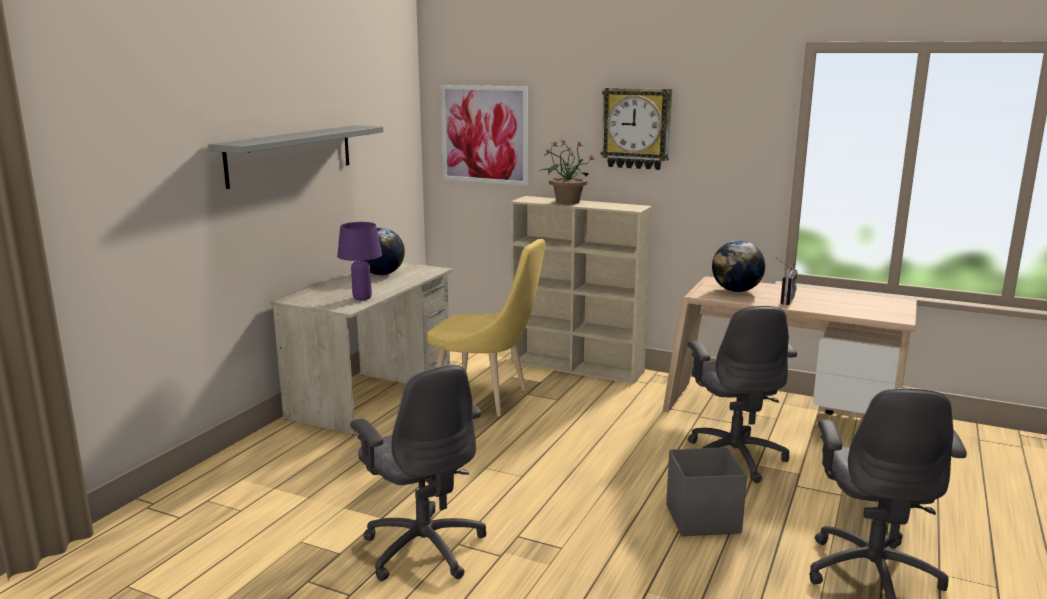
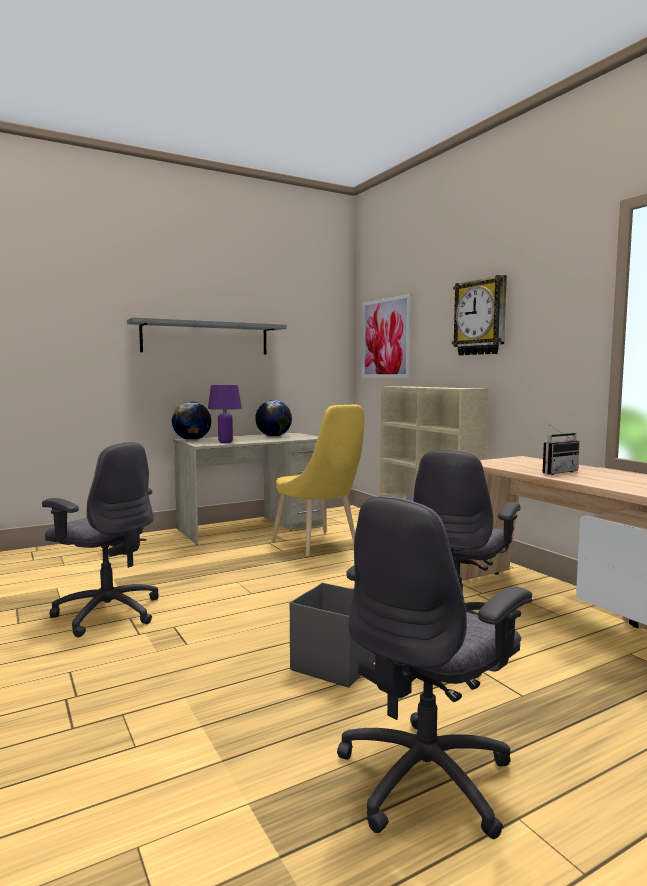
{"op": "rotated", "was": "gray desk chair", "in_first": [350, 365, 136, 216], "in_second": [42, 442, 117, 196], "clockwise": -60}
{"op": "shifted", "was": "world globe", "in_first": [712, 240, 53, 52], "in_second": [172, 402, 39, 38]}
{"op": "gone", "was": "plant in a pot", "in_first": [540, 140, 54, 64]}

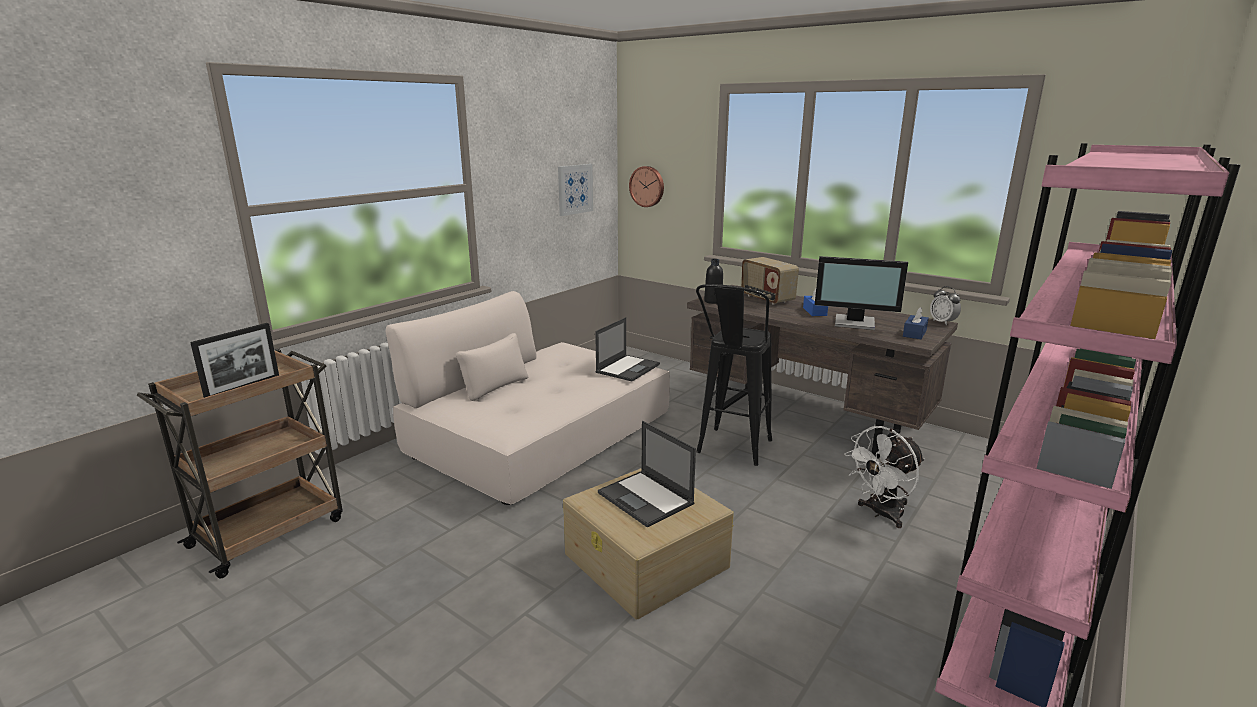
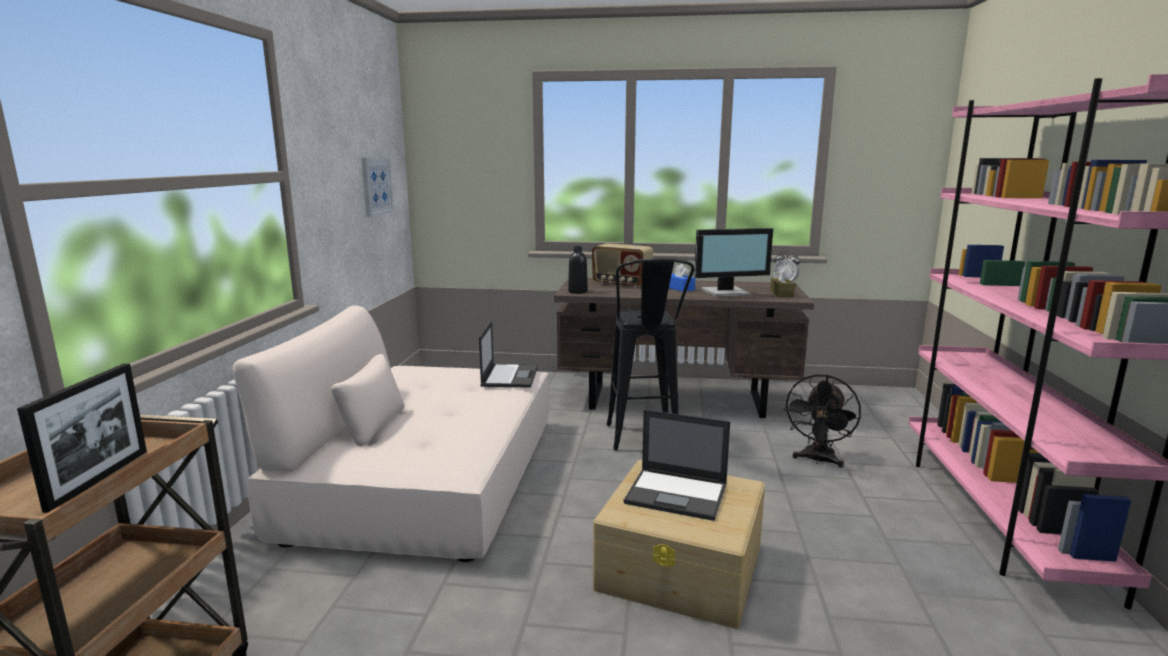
{"op": "repainted", "was": "bluish box of tissues", "now": "brown-coloured box of tissues", "in_first": [903, 307, 26, 32], "in_second": [770, 269, 25, 28]}
{"op": "repainted", "was": "whitish electric fan", "now": "black-coloured electric fan", "in_first": [844, 426, 81, 102], "in_second": [784, 374, 77, 94]}
{"op": "gone", "was": "hanging clock", "in_first": [629, 166, 35, 41]}

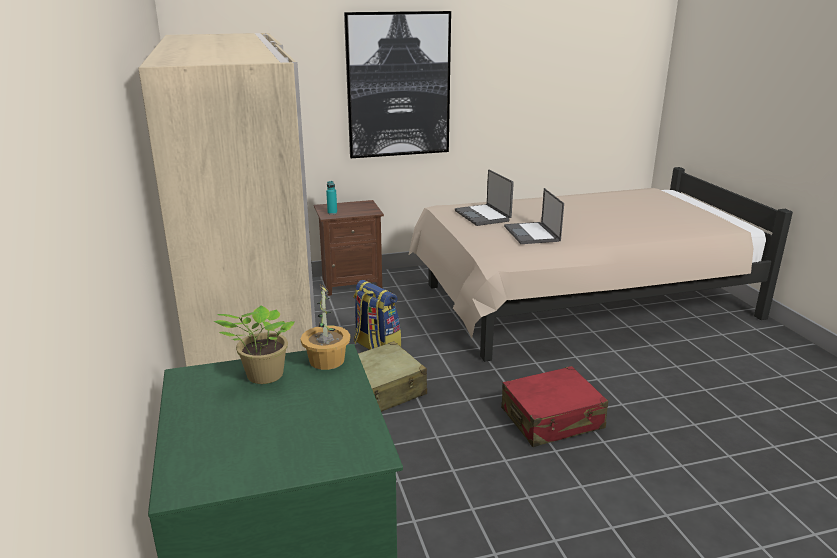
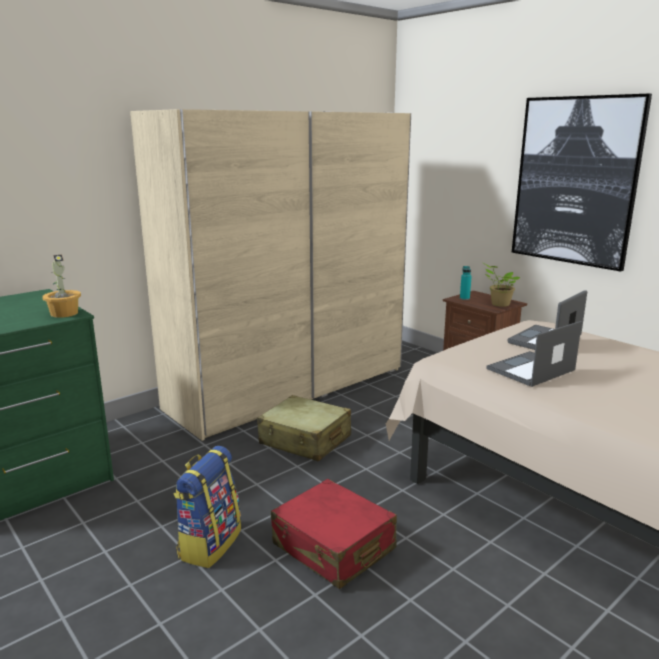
{"op": "shifted", "was": "rucksack", "in_first": [354, 280, 47, 70], "in_second": [173, 446, 68, 122]}
{"op": "shifted", "was": "plant in a pot", "in_first": [213, 305, 82, 79], "in_second": [483, 263, 37, 44]}

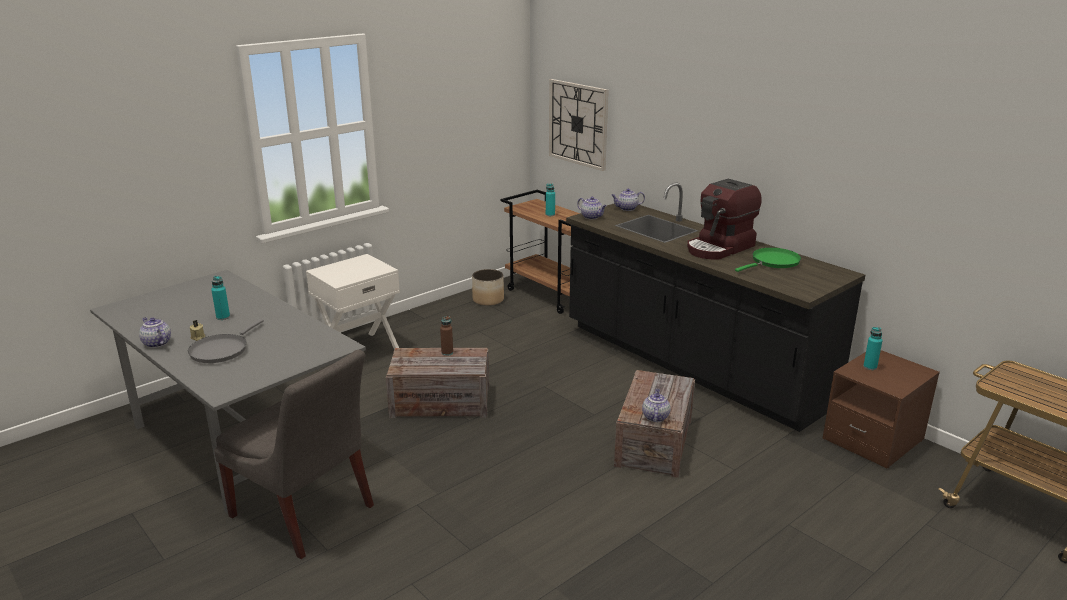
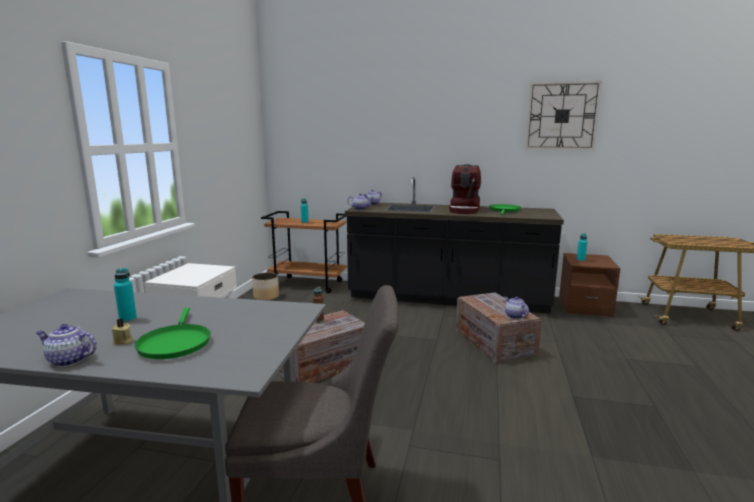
{"op": "repainted", "was": "gray skillet", "now": "green-coloured skillet", "in_first": [188, 319, 76, 44], "in_second": [134, 308, 77, 51]}
{"op": "shifted", "was": "hanging clock", "in_first": [549, 79, 59, 92], "in_second": [525, 81, 77, 69]}

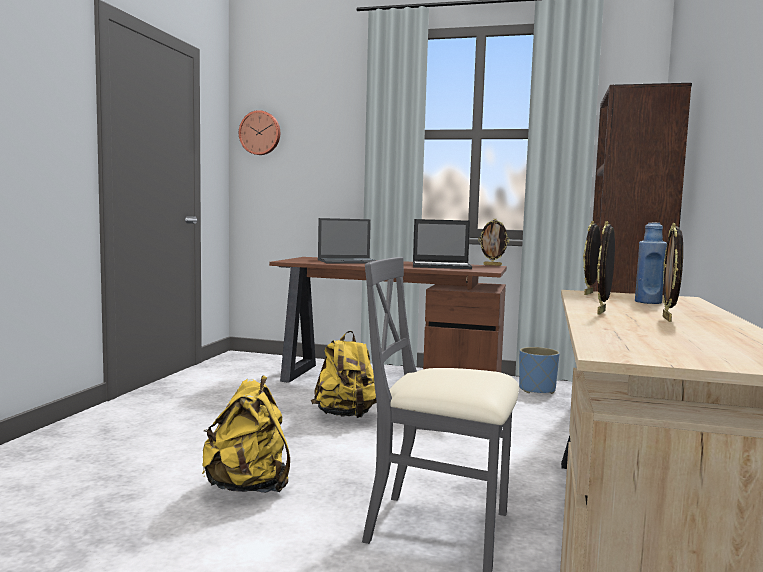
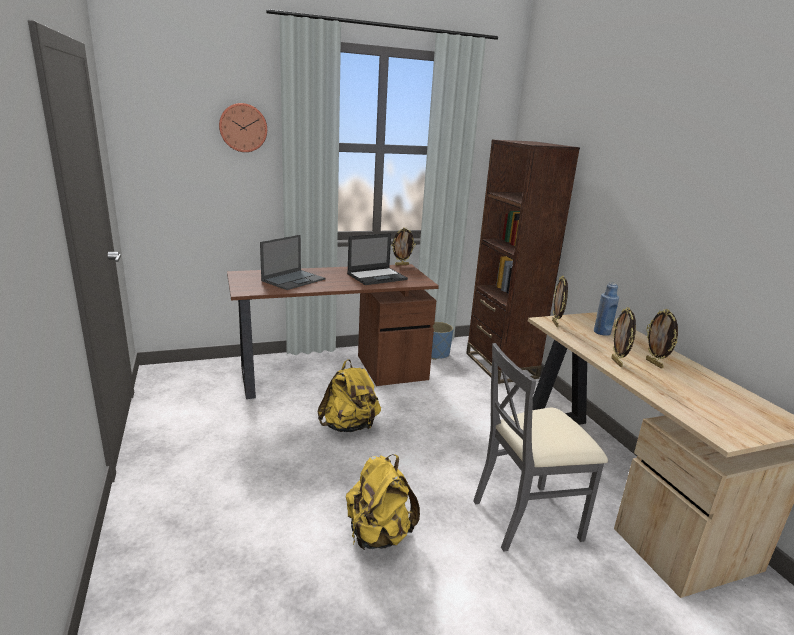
{"op": "shifted", "was": "hanging clock", "in_first": [239, 110, 41, 45], "in_second": [219, 103, 48, 49]}

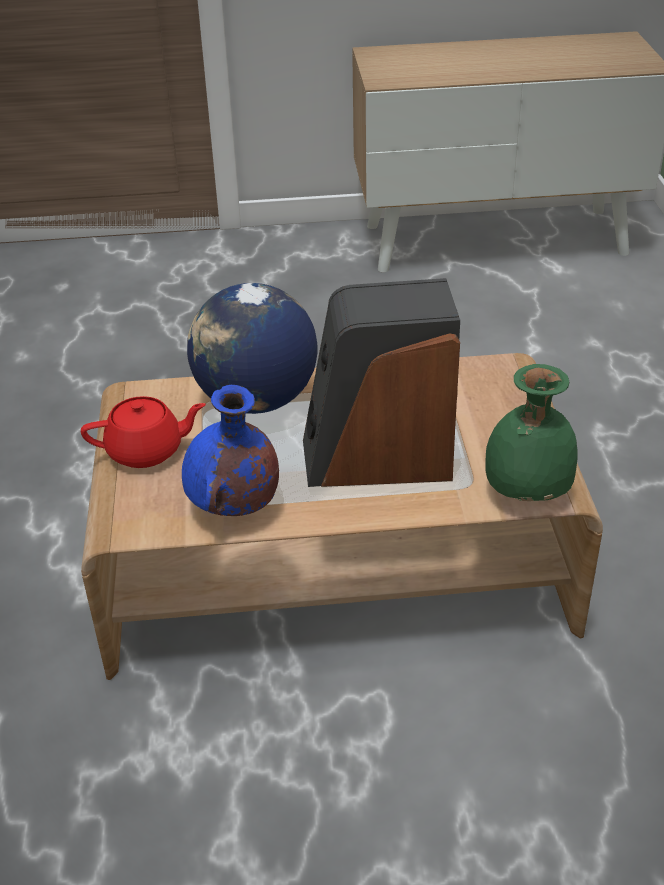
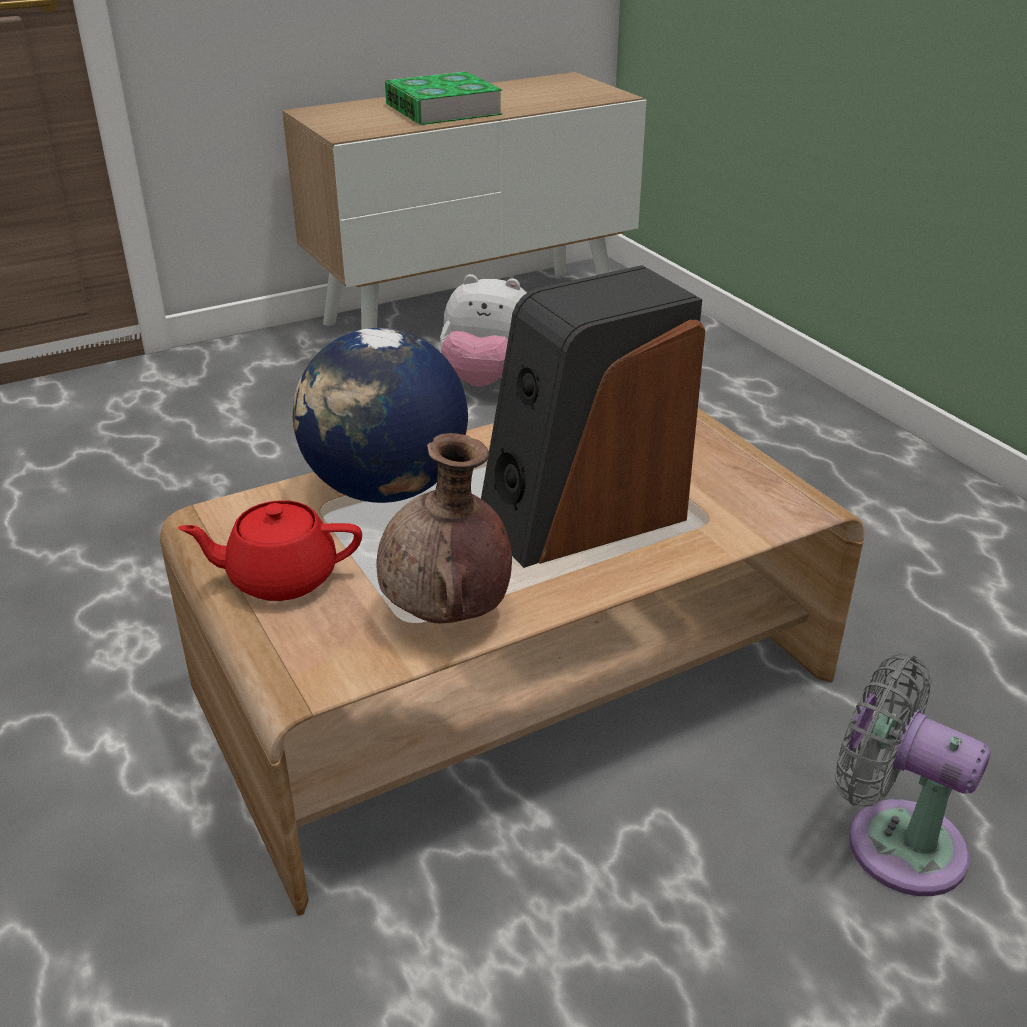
{"op": "rotated", "was": "red pot for tea", "in_first": [81, 396, 125, 72], "in_second": [178, 500, 184, 101], "clockwise": -150}
{"op": "repainted", "was": "bluish flower vase", "now": "brown-coloured flower vase", "in_first": [182, 385, 97, 131], "in_second": [376, 433, 136, 191]}
{"op": "new", "now": "book", "in_second": [385, 71, 117, 54]}
{"op": "new", "now": "soft toy", "in_second": [440, 274, 87, 112]}
{"op": "new", "now": "gray electric fan", "in_second": [835, 653, 156, 243]}
{"op": "gone", "was": "green-coloured flower vase", "in_first": [486, 364, 92, 137]}

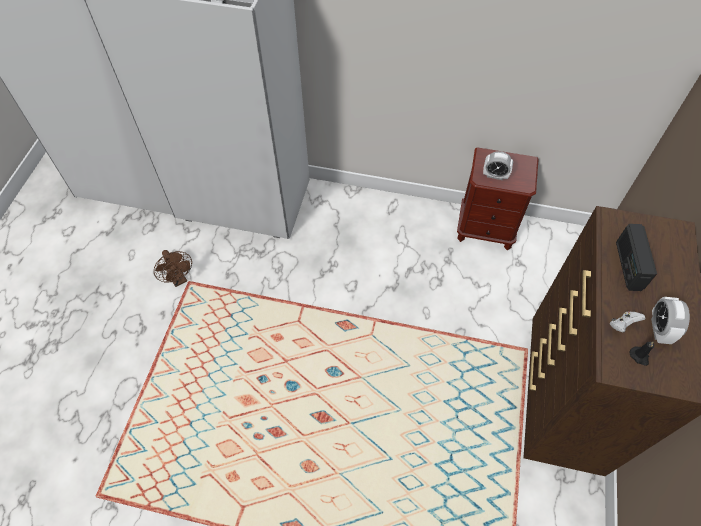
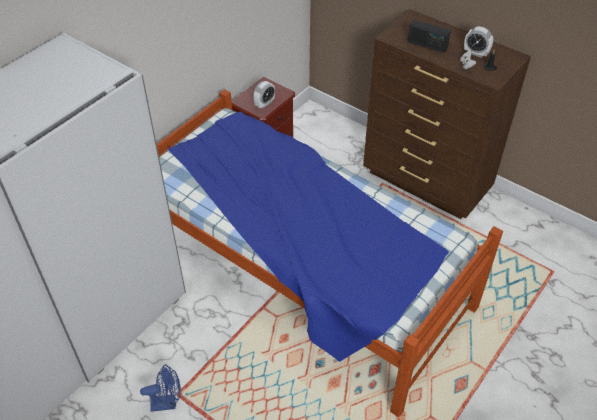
{"op": "repainted", "was": "brown-coloured electric fan", "now": "bluish electric fan", "in_first": [154, 250, 38, 37], "in_second": [140, 364, 41, 48]}
{"op": "new", "now": "bed", "in_second": [157, 89, 346, 328]}

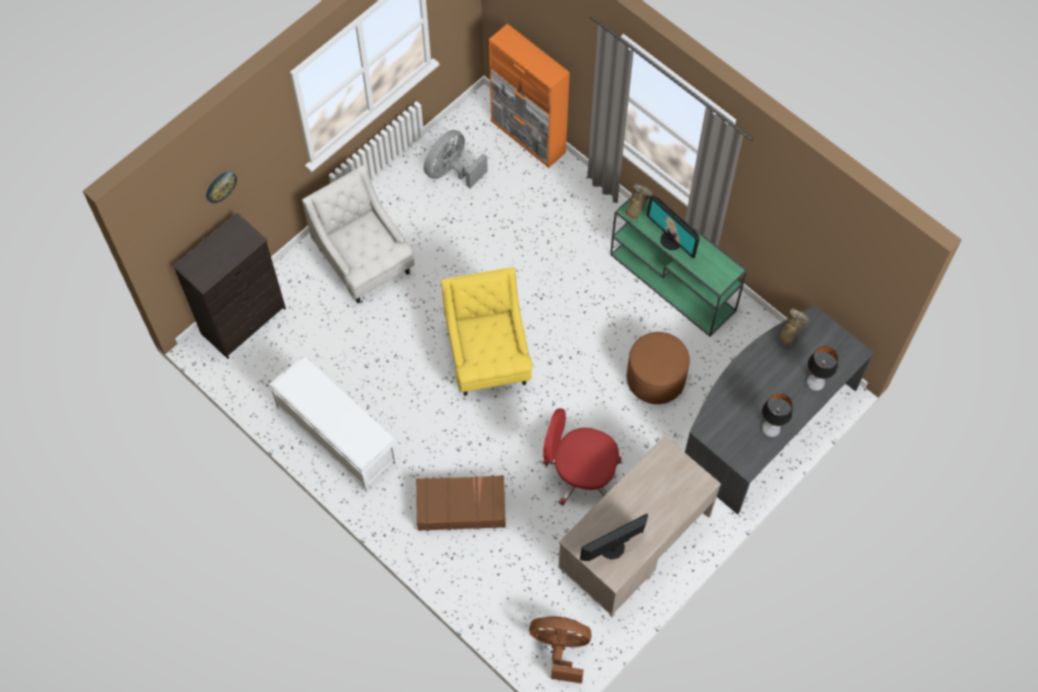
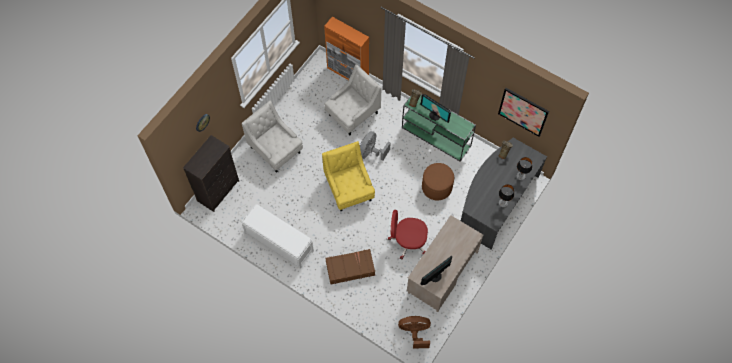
{"op": "new", "now": "whitish armchair", "in_second": [324, 64, 58, 72]}
{"op": "shifted", "was": "gray electric fan", "in_first": [424, 130, 64, 59], "in_second": [360, 131, 31, 30]}
{"op": "new", "now": "wall art", "in_second": [498, 88, 51, 49]}

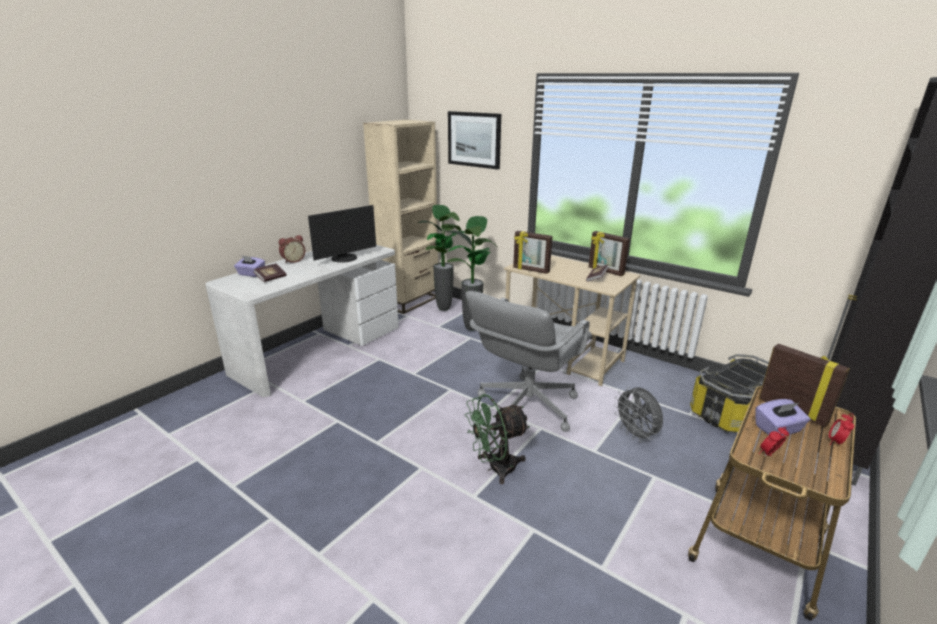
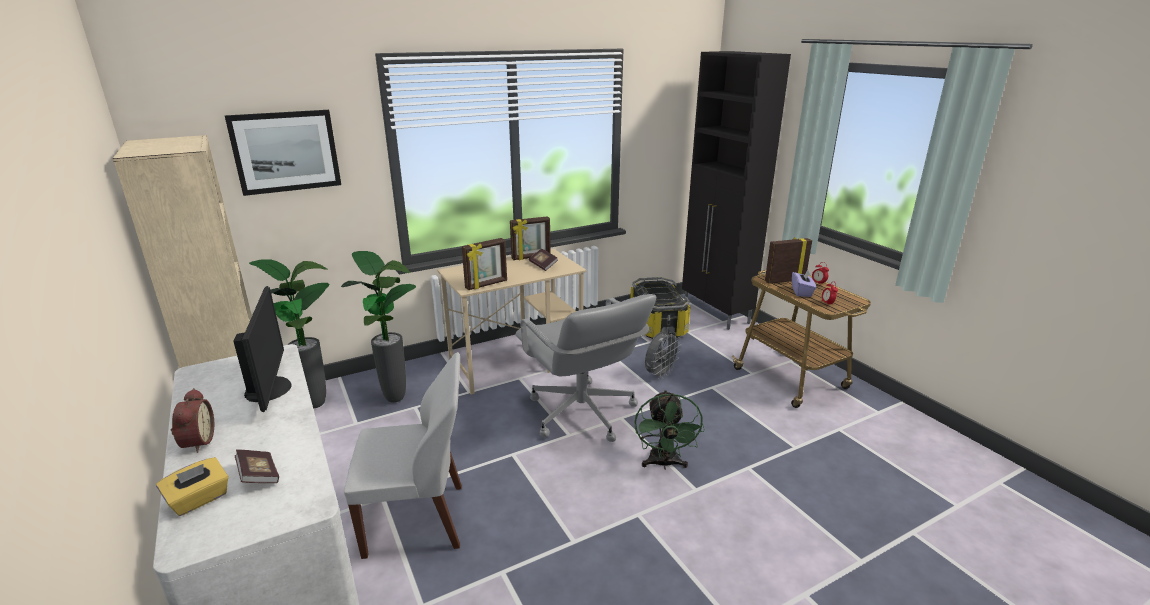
{"op": "repainted", "was": "purple-coloured box of tissues", "now": "yellowish box of tissues", "in_first": [234, 255, 31, 22], "in_second": [156, 457, 73, 59]}
{"op": "new", "now": "whitish upright chair", "in_second": [344, 352, 118, 207]}
{"op": "rotated", "was": "gray electric fan", "in_first": [614, 387, 49, 55], "in_second": [645, 331, 36, 49], "clockwise": -45}

